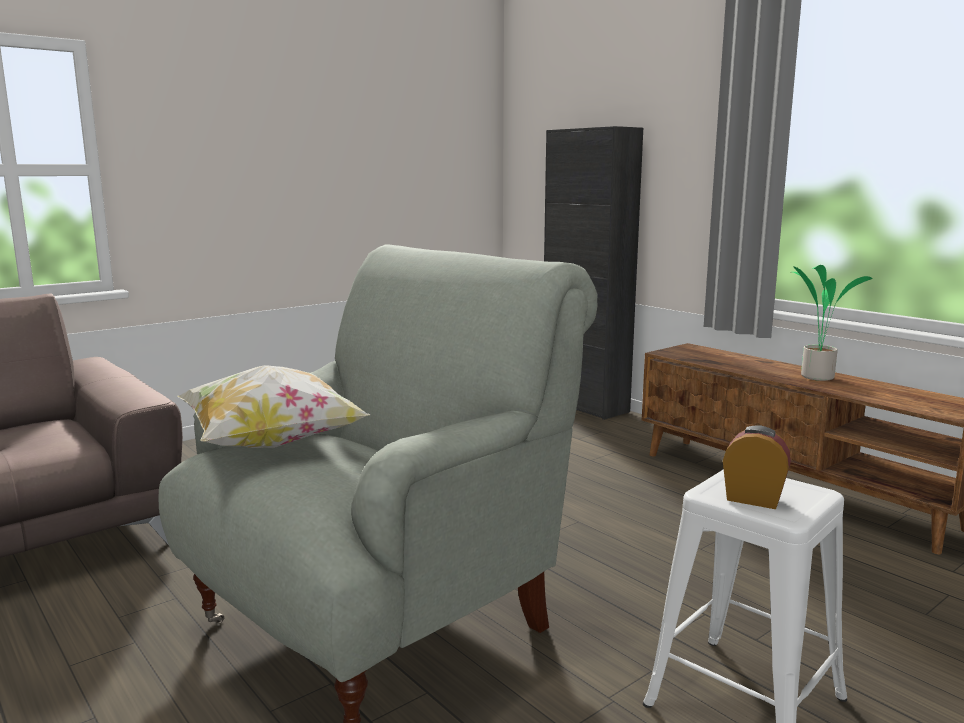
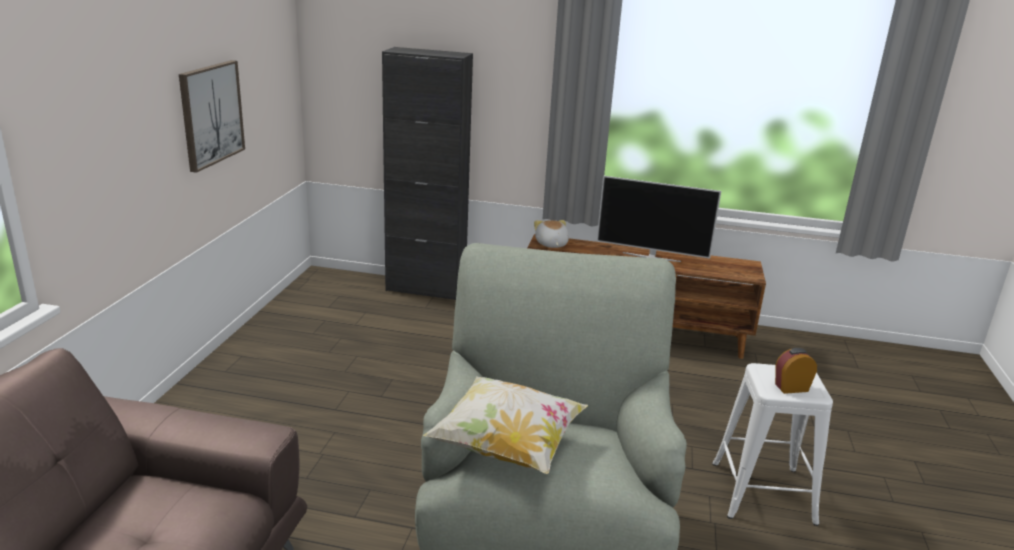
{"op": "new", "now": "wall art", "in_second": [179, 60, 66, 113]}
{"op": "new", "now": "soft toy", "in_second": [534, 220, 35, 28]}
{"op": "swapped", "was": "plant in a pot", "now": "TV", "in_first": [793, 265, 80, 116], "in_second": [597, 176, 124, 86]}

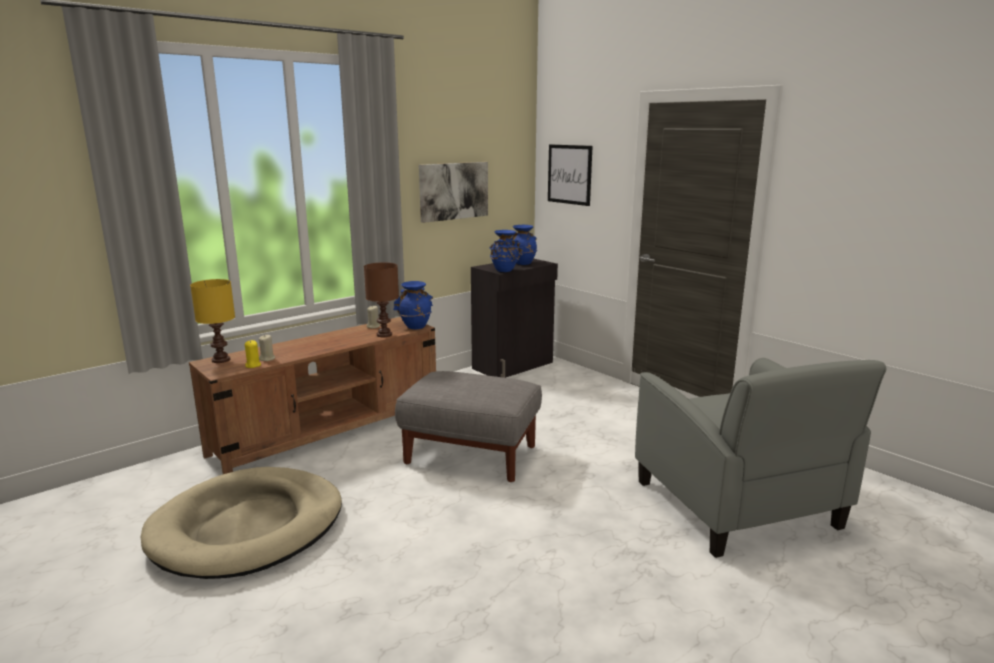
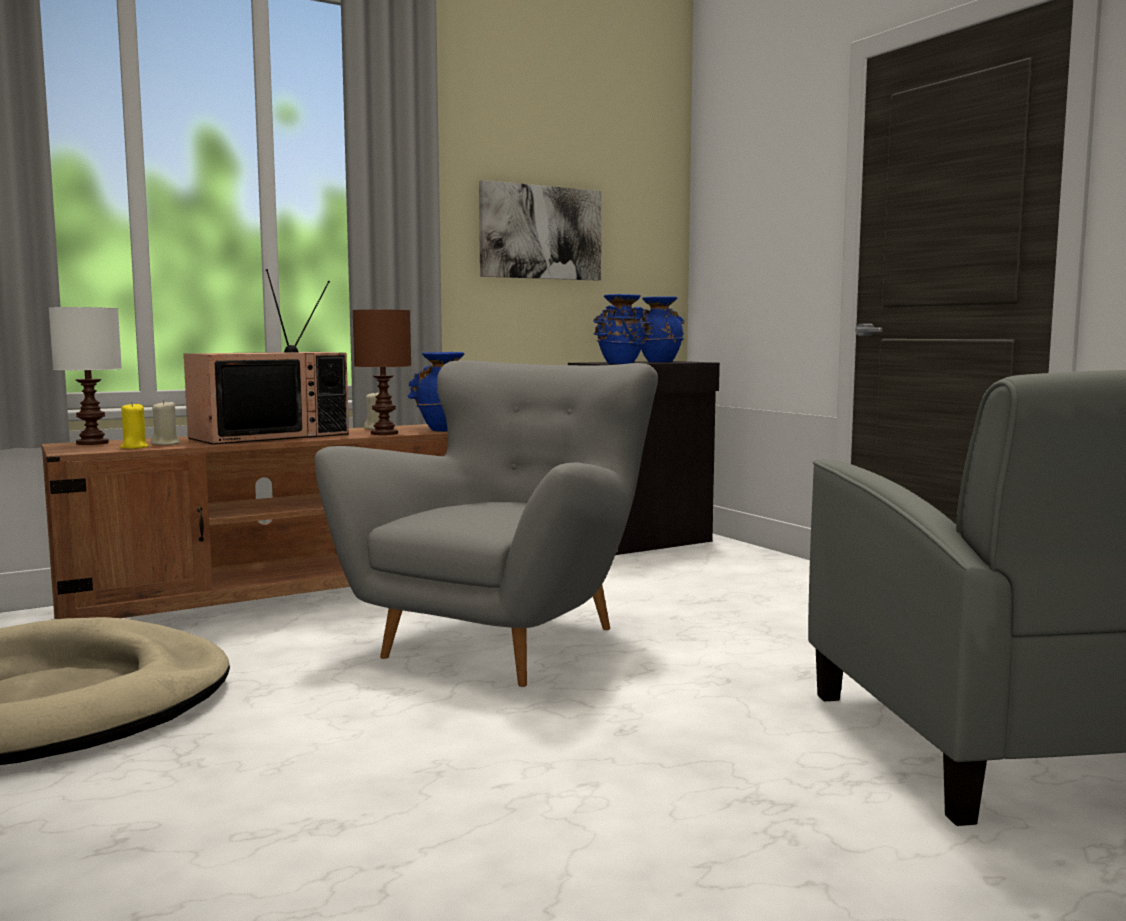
{"op": "repainted", "was": "yellowish lamp for a table", "now": "whitish lamp for a table", "in_first": [190, 279, 45, 84], "in_second": [48, 307, 74, 138]}
{"op": "new", "now": "TV", "in_second": [184, 269, 165, 176]}
{"op": "swapped", "was": "gray pouffe", "now": "gray armchair", "in_first": [395, 371, 147, 111], "in_second": [315, 360, 343, 327]}
{"op": "gone", "was": "wall art", "in_first": [548, 144, 45, 62]}

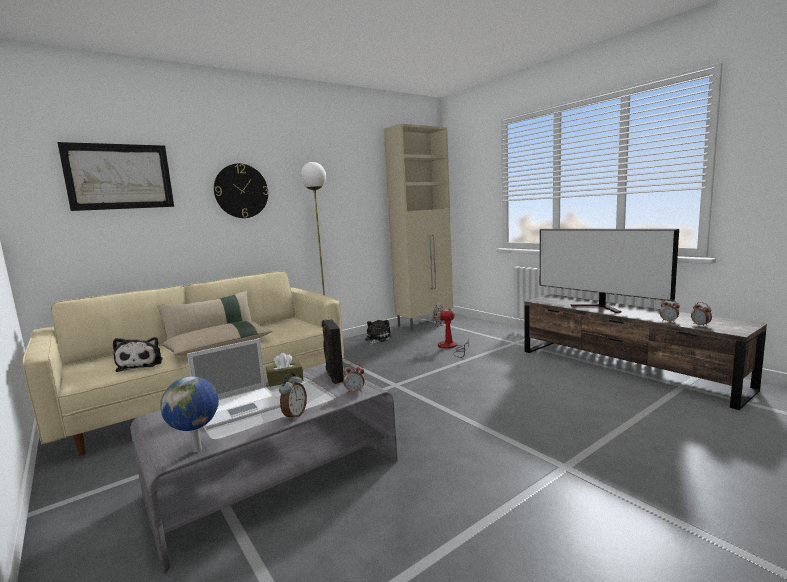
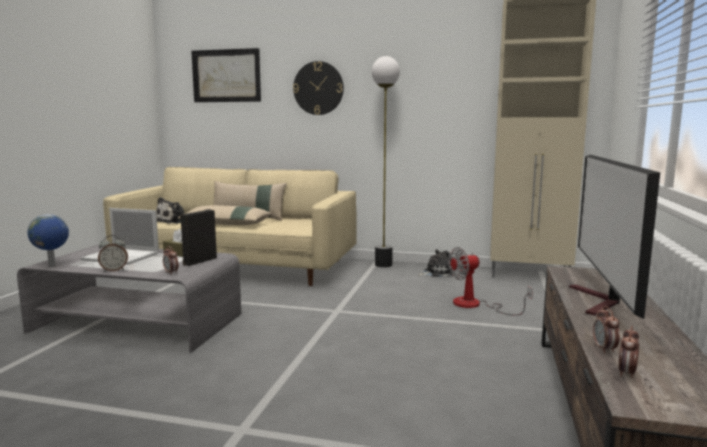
{"op": "rotated", "was": "electric fan", "in_first": [433, 304, 36, 54], "in_second": [448, 247, 85, 68], "clockwise": -90}

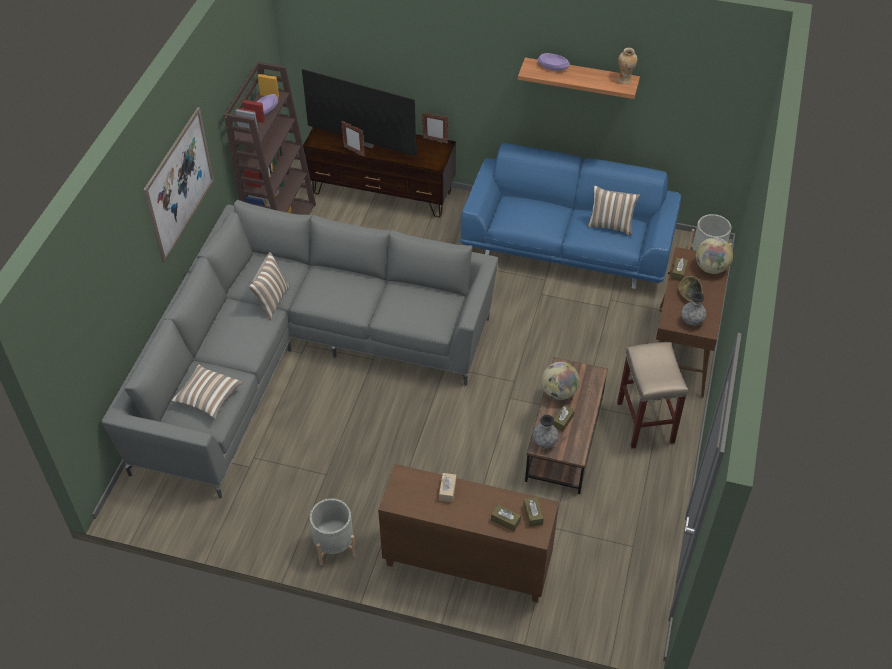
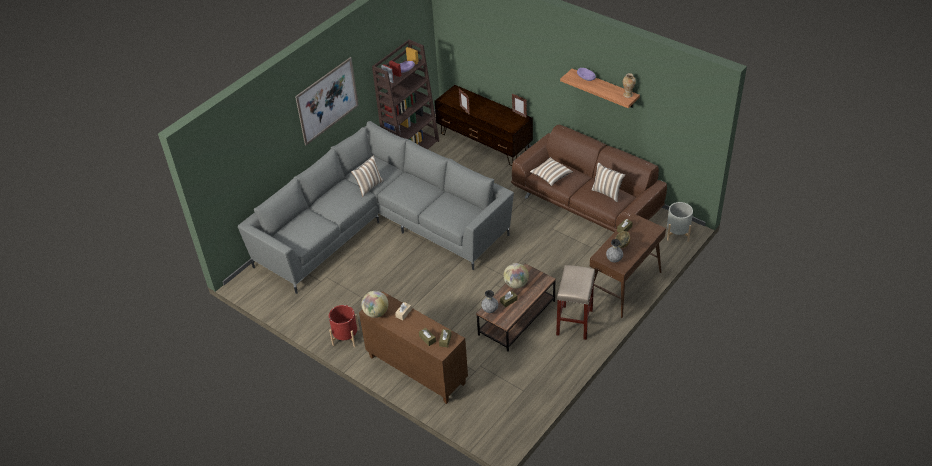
{"op": "repainted", "was": "gray planter", "now": "red planter", "in_first": [310, 499, 46, 66], "in_second": [329, 305, 30, 42]}
{"op": "shifted", "was": "world globe", "in_first": [696, 237, 37, 37], "in_second": [361, 291, 27, 27]}
{"op": "repainted", "was": "bluish couch", "now": "brown-coloured couch", "in_first": [460, 143, 221, 146], "in_second": [511, 125, 156, 107]}
{"op": "shifted", "was": "cushion", "in_first": [171, 364, 73, 55], "in_second": [530, 157, 43, 29]}
{"op": "gone", "was": "TV", "in_first": [302, 69, 116, 87]}

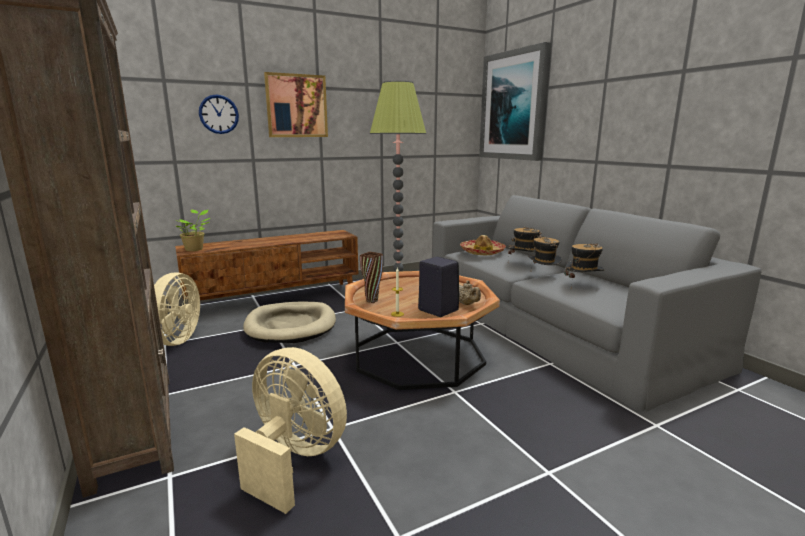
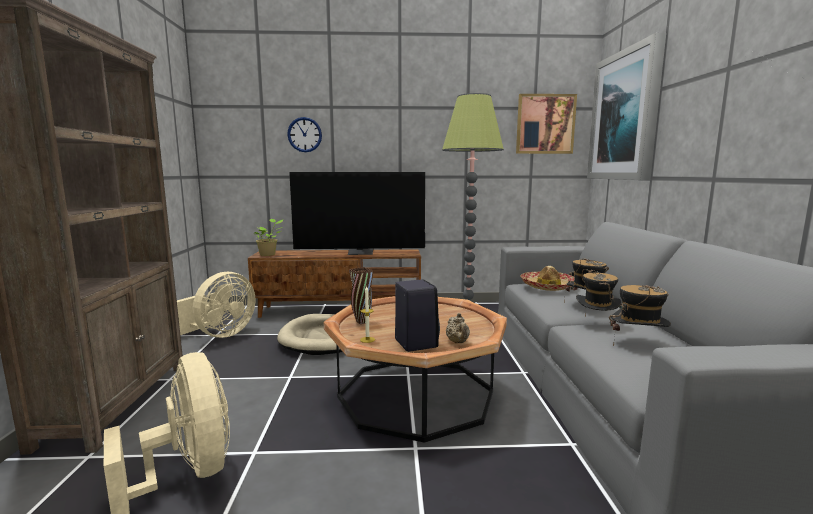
{"op": "new", "now": "TV", "in_second": [289, 172, 136, 83]}
{"op": "shifted", "was": "wall art", "in_first": [264, 72, 64, 65], "in_second": [516, 94, 61, 60]}

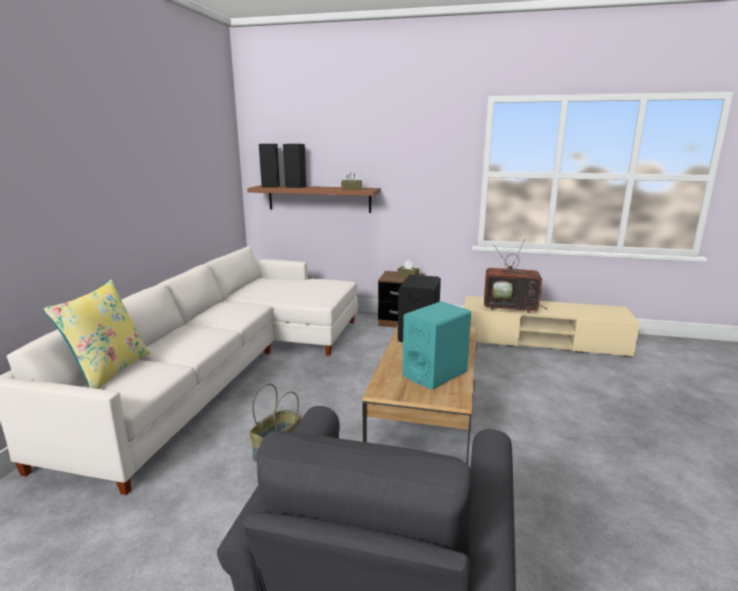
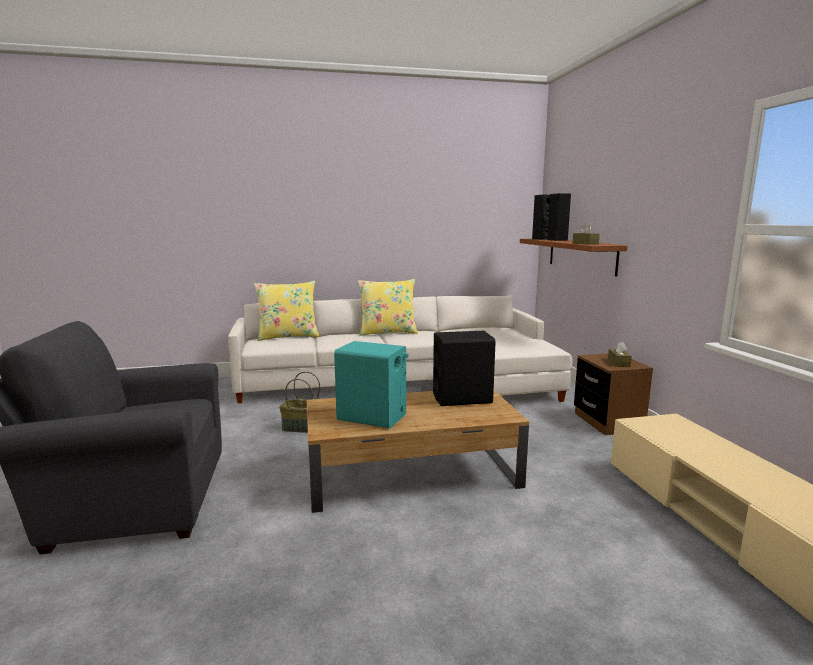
{"op": "new", "now": "yellowish cushion", "in_second": [358, 279, 60, 57]}
{"op": "gone", "was": "TV", "in_first": [484, 239, 63, 74]}

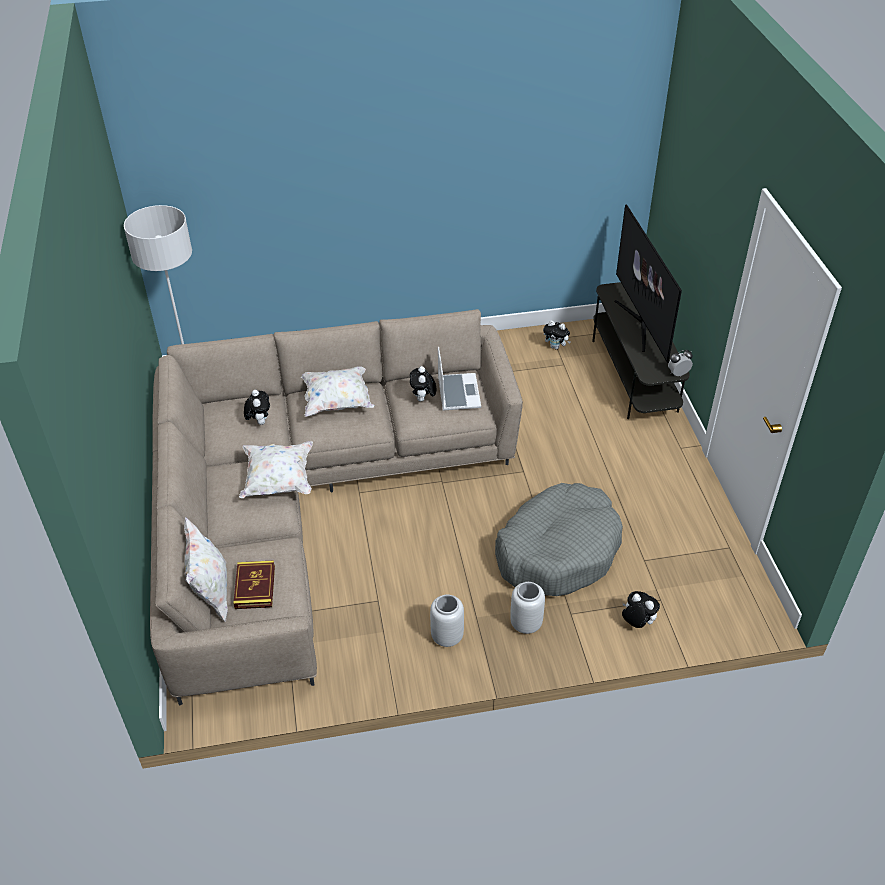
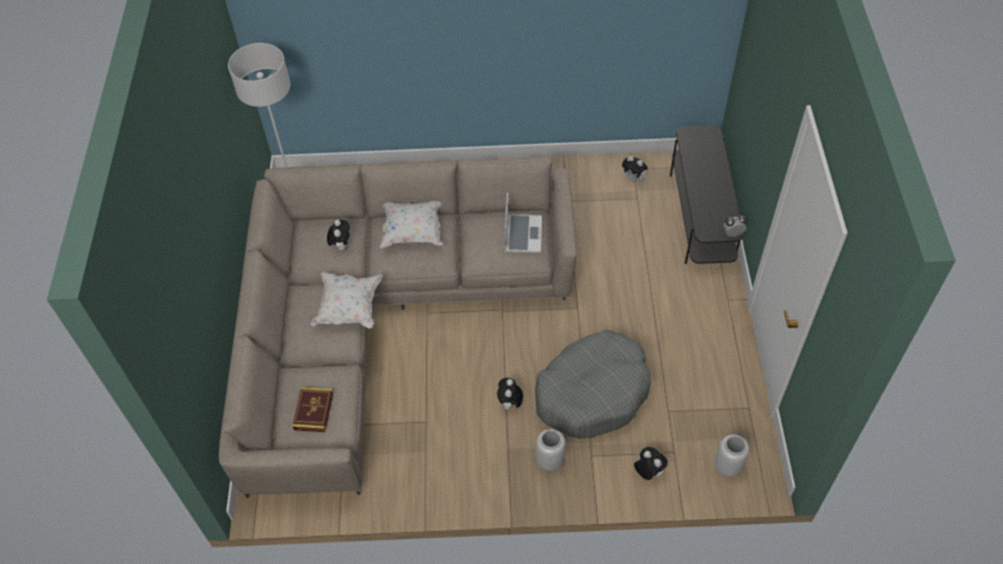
{"op": "shifted", "was": "soft toy", "in_first": [410, 366, 27, 36], "in_second": [497, 378, 26, 34]}
{"op": "shifted", "was": "gray flower vase", "in_first": [430, 594, 34, 53], "in_second": [715, 434, 34, 43]}
{"op": "gone", "was": "whitish cushion", "in_first": [184, 517, 44, 105]}
{"op": "gone", "was": "TV", "in_first": [614, 204, 68, 159]}

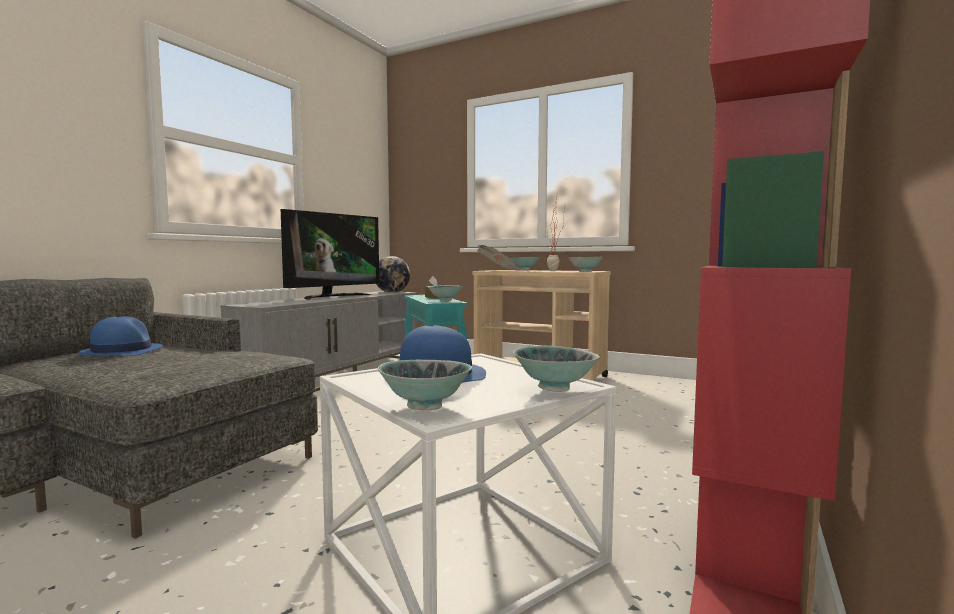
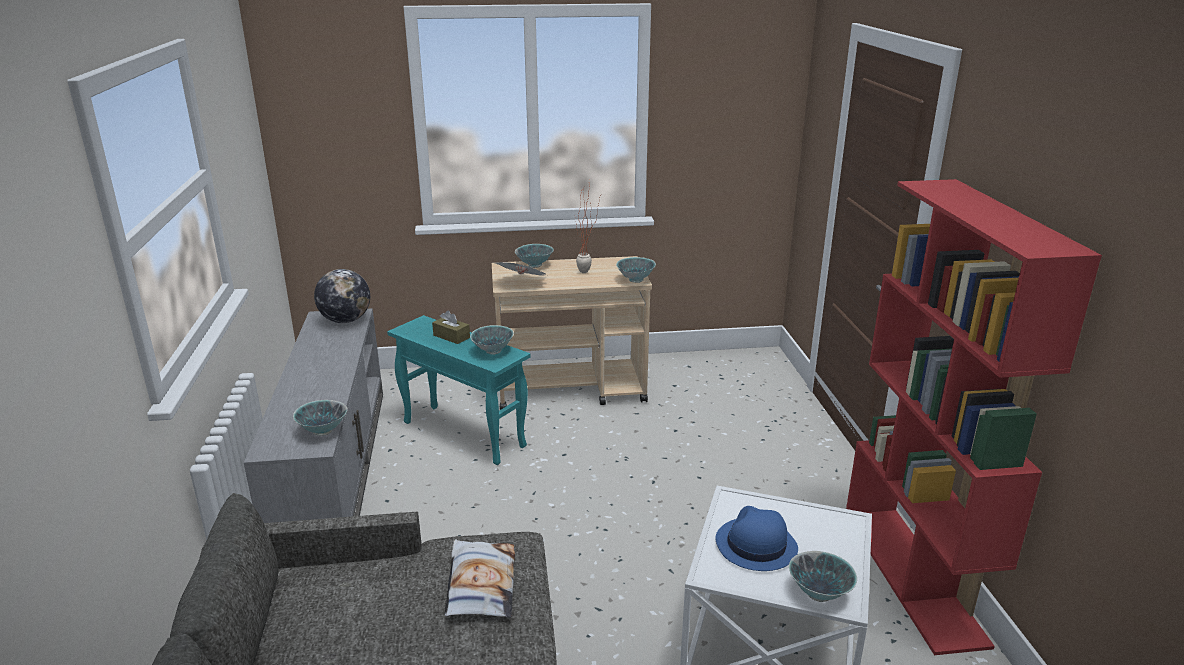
{"op": "shifted", "was": "deep dish", "in_first": [513, 346, 87, 46], "in_second": [293, 400, 55, 36]}
{"op": "new", "now": "cushion", "in_second": [444, 539, 71, 79]}
{"op": "gone", "was": "bluish hat", "in_first": [77, 316, 86, 40]}
{"op": "gone", "was": "TV", "in_first": [281, 209, 98, 91]}

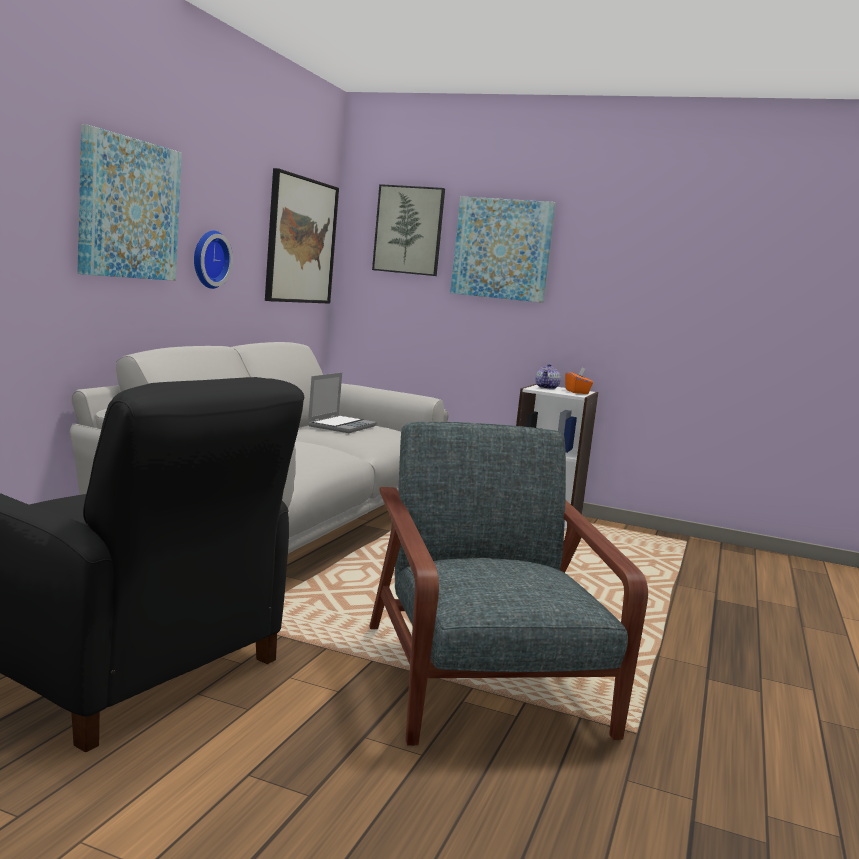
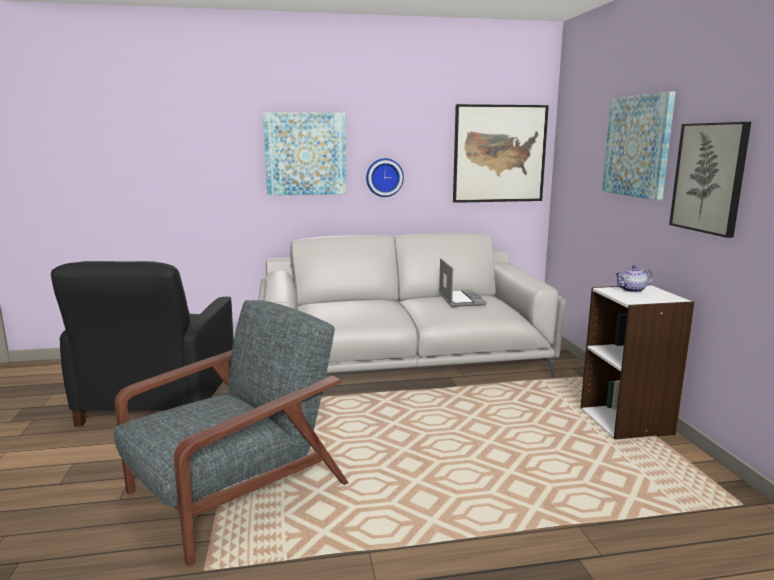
{"op": "rotated", "was": "portable computer", "in_first": [307, 373, 70, 60], "in_second": [439, 258, 48, 49], "clockwise": -90}
{"op": "shifted", "was": "wall art", "in_first": [372, 184, 73, 92], "in_second": [669, 122, 82, 116]}
{"op": "gone", "was": "orange box of tissues", "in_first": [565, 368, 28, 26]}

